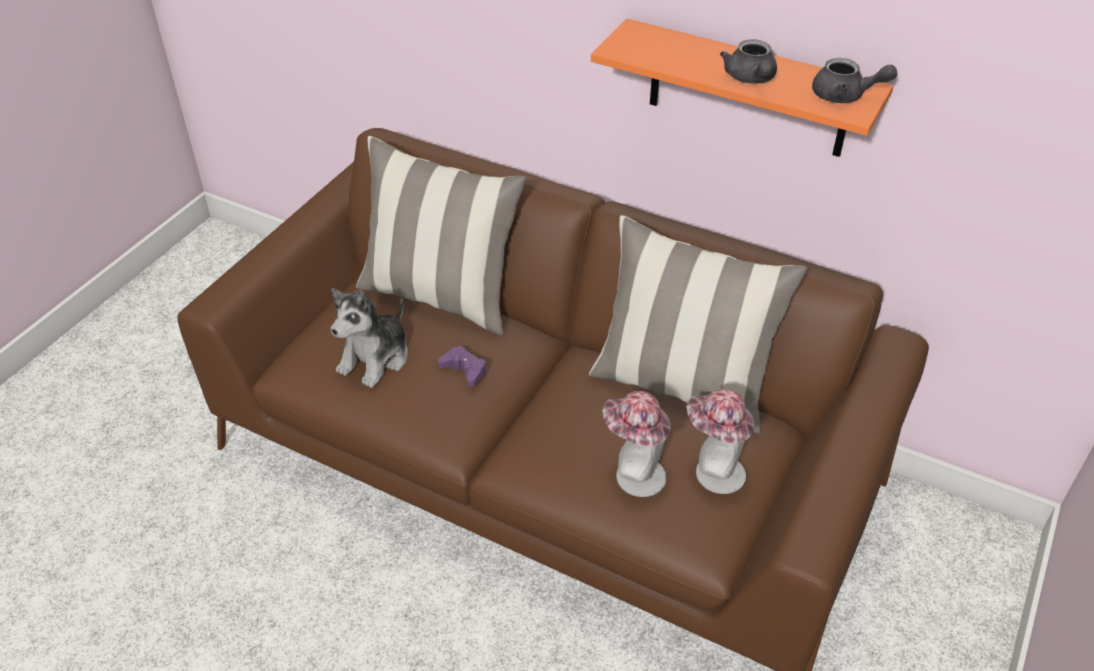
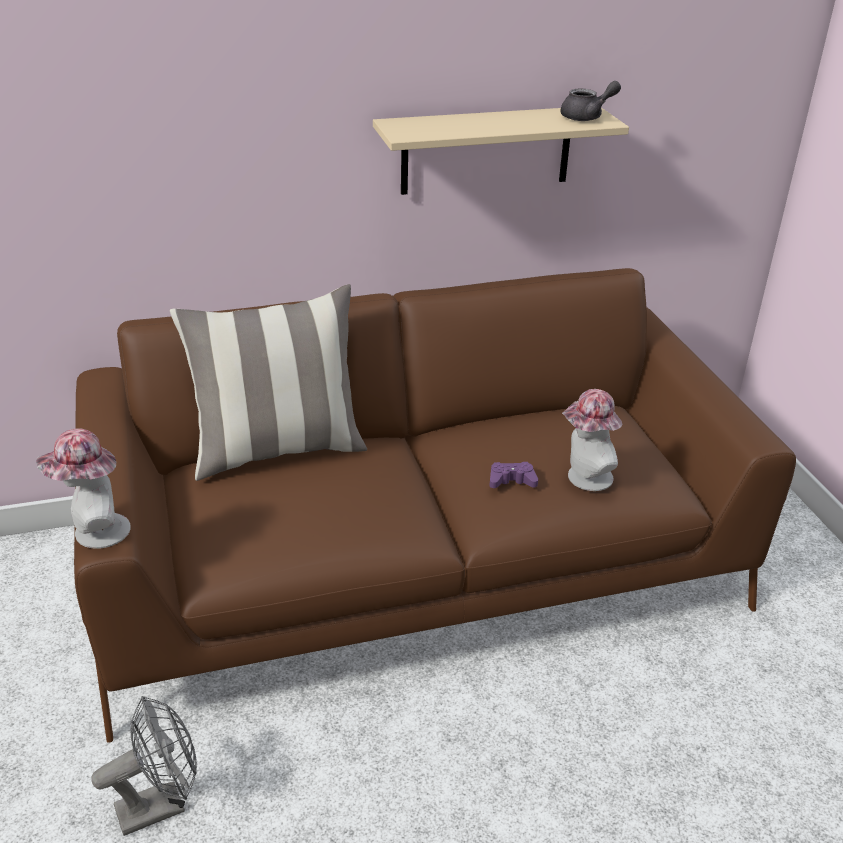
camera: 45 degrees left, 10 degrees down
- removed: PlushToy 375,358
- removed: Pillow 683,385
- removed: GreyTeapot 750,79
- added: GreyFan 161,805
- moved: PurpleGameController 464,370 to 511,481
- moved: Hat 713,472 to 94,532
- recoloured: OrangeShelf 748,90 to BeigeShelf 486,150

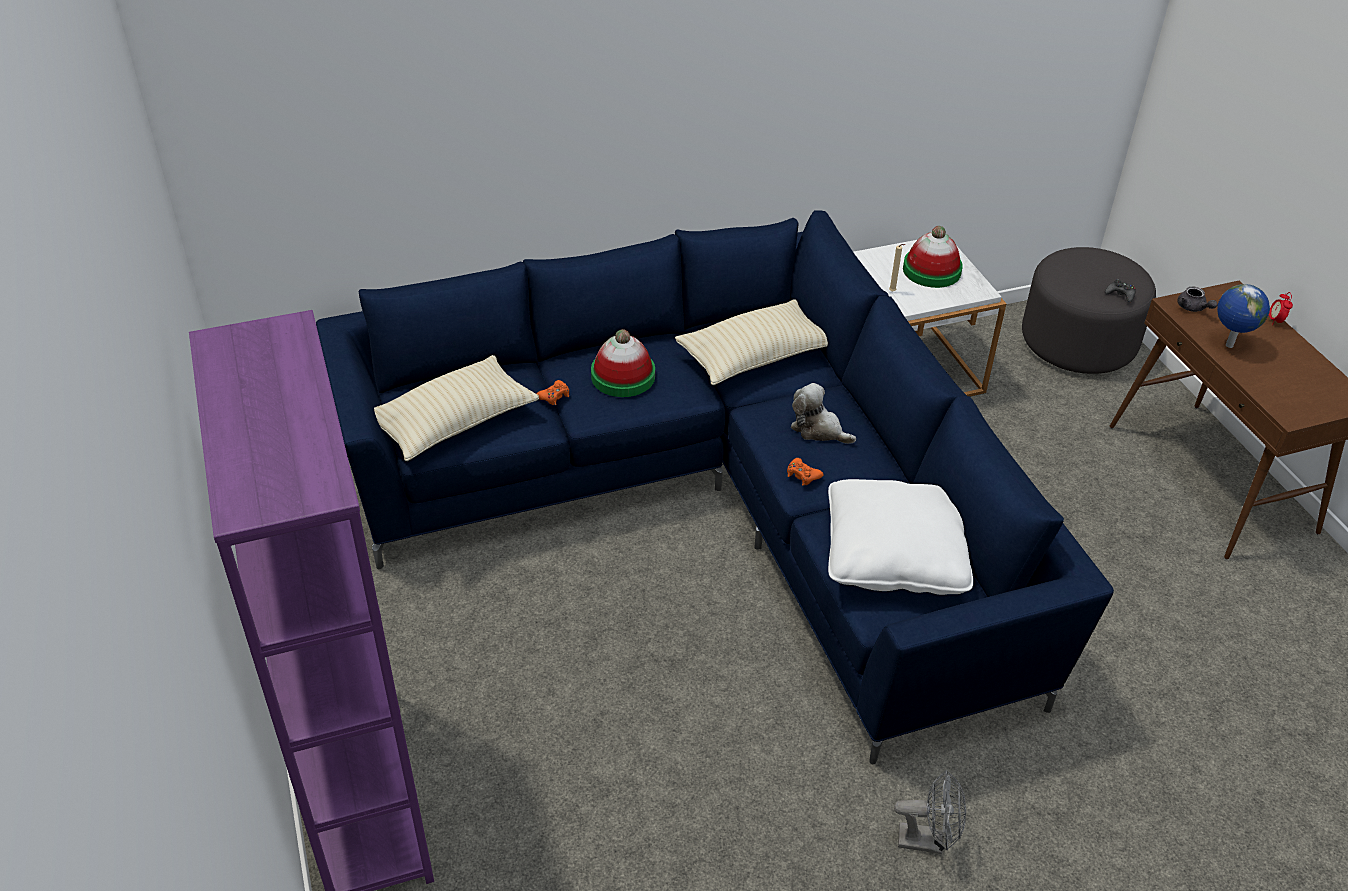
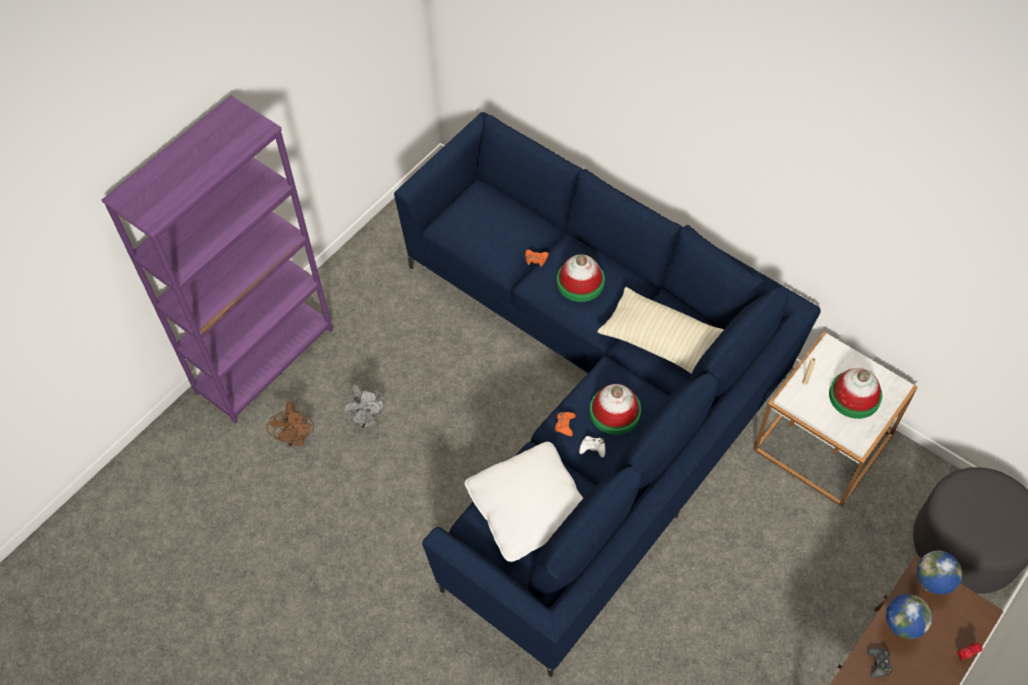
camera: 60 degrees right, 15 degrees up
- removed: BeigePillow 454,422
- added: BrownFan 296,439
- added: WhiteGameController 592,448
- moved: GreyFan 928,840 to 366,420
- moved: BlackGameController 1120,294 to 878,664
- replaced: PlushToy 818,429 to Hat 615,412
- replaced: GreyTeapot 1193,308 to Globe 928,588

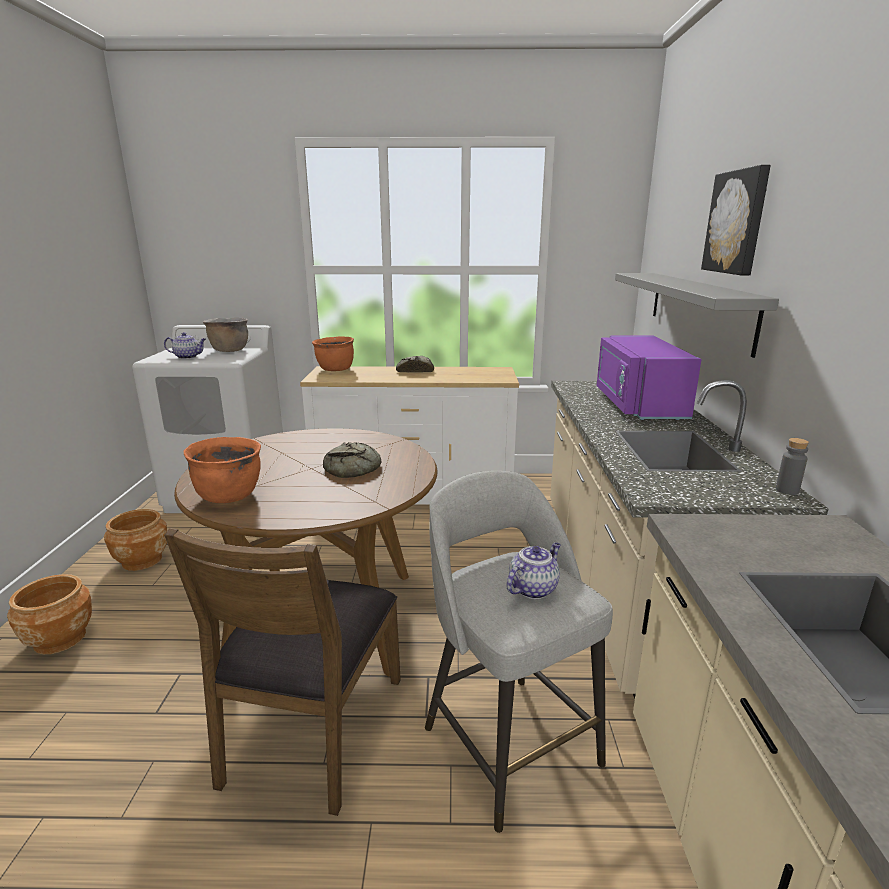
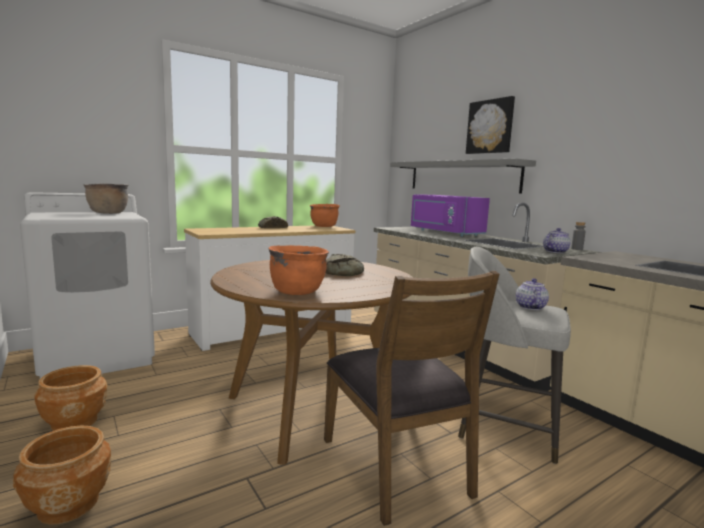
camera: 35 degrees left, 10 degrees down
- moved: Teapot 188,357 to 555,252
- moved: OrangeCookingPot 335,370 to 324,226

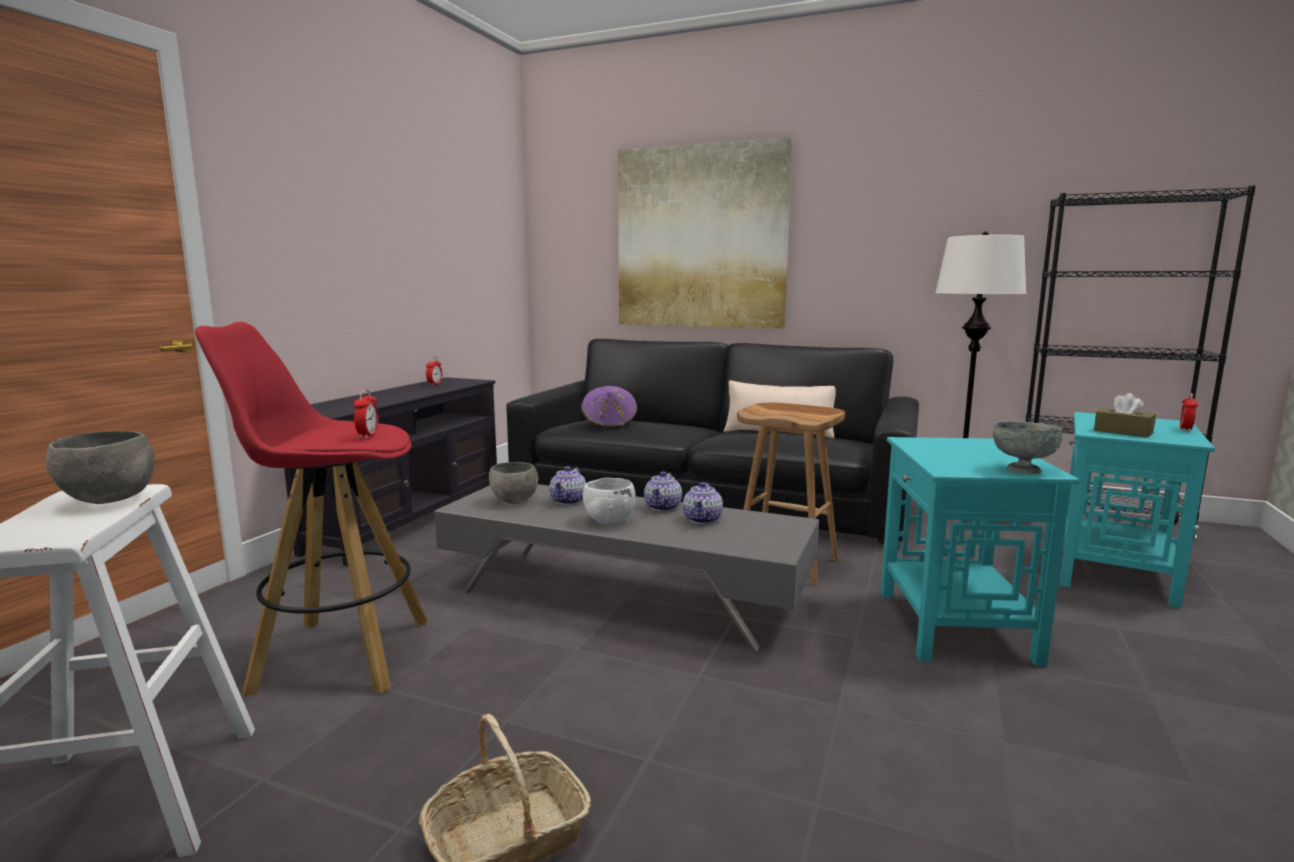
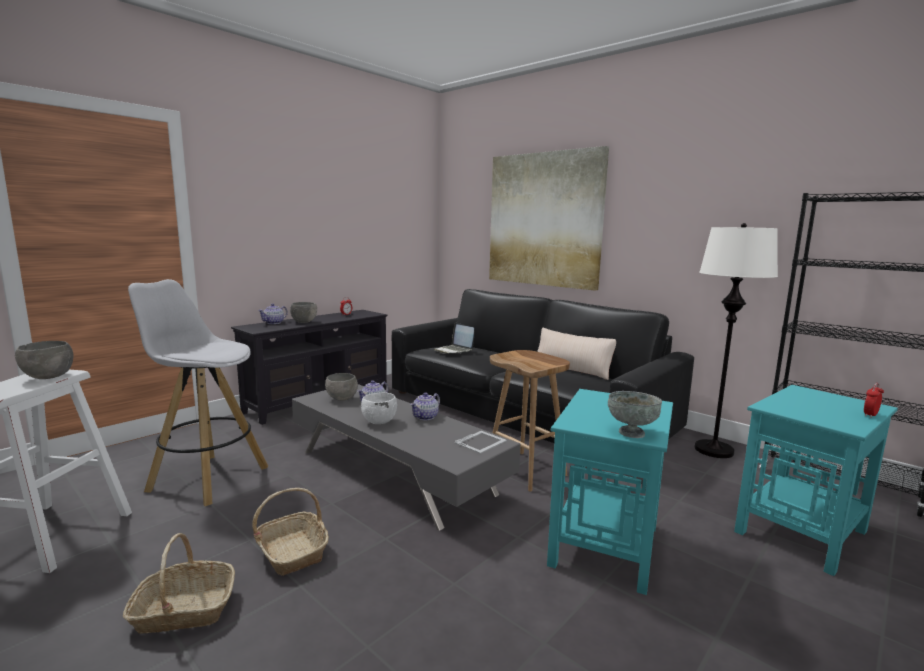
camera: 20 degrees right, 0 degrees up
- removed: AlarmClock 368,436
- removed: BrownTissueBox 1123,432
- added: Basket 292,552
- added: GreyBowl 304,322
- added: PictureFrame 481,442
- moved: Teapot 703,519 to 274,323
- replaced: PurpleHat 609,424 to Laptop 454,350
- recoloured: RedStool 339,655 to WhiteStool 207,478

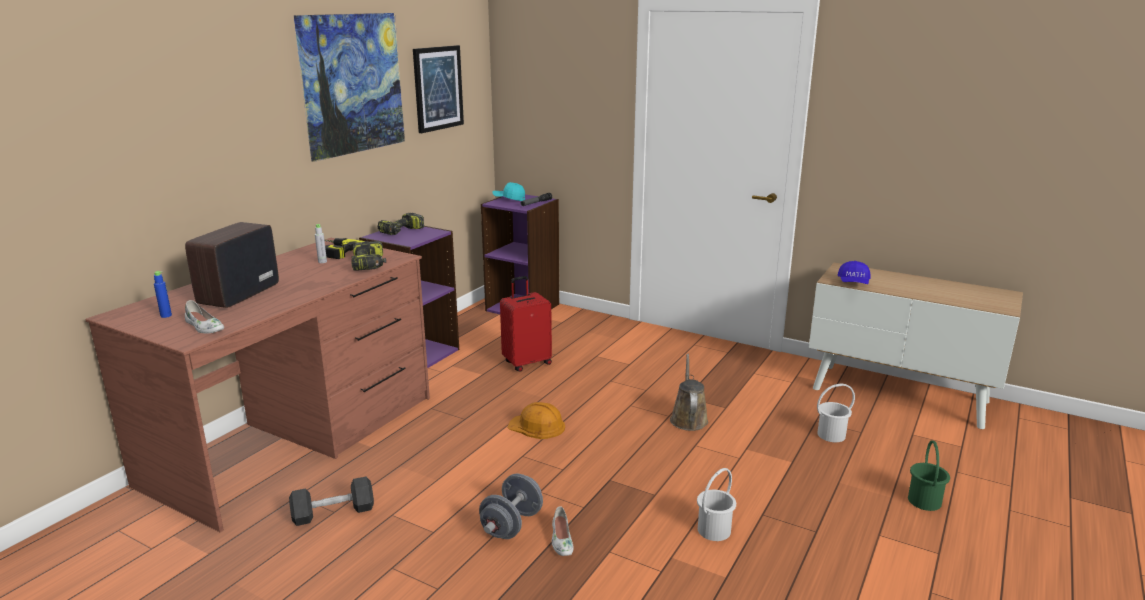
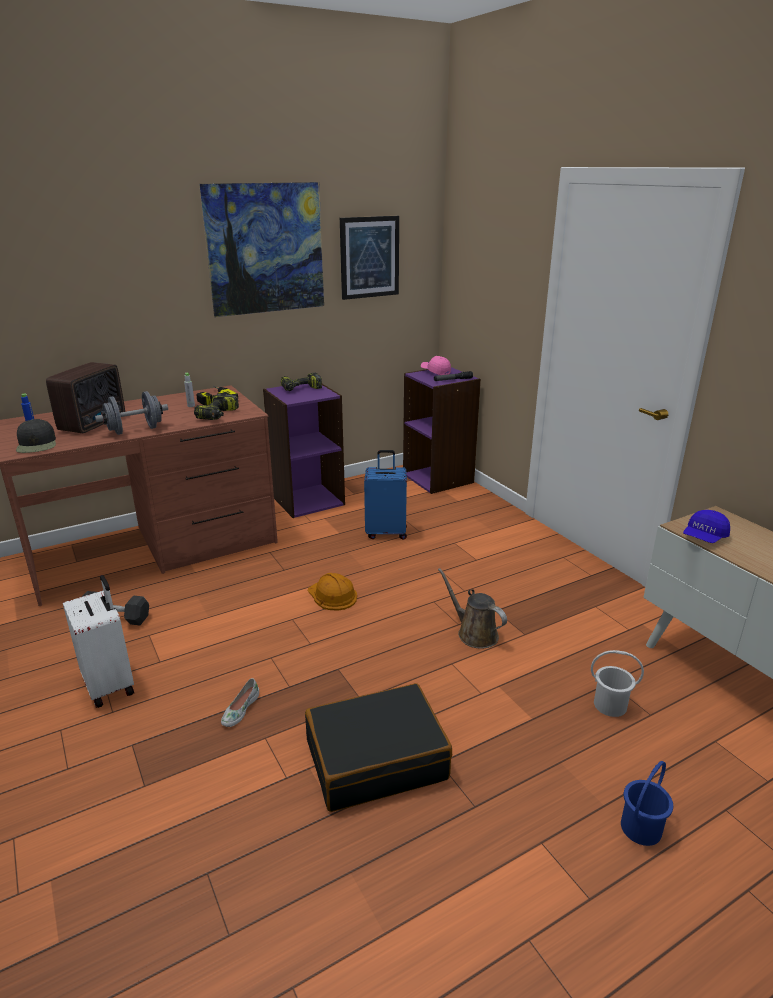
camera: 30 degrees right, 5 degrees up
- added: WhiteSuitcase 110,685
- moved: GreyDumbbell 512,525 to 135,430
- replaced: WhiteShoe 204,327 to BlackCap 37,444
- replaced: WhiteBucket 714,530 to BlackSuitcase 376,759
- recoloured: TurquoiseCap 509,199 to PinkCap 435,372
- recoloured: RedSuitcase 527,363 to BlueSuitcase 386,532
- recoloured: GreenBucket 925,501 to BlueBucket 641,828
- turned: Radio 237,295 = 95,423 150 degrees clockwise
- turned: BrownWateringCan 688,418 = 474,633 75 degrees counterclockwise

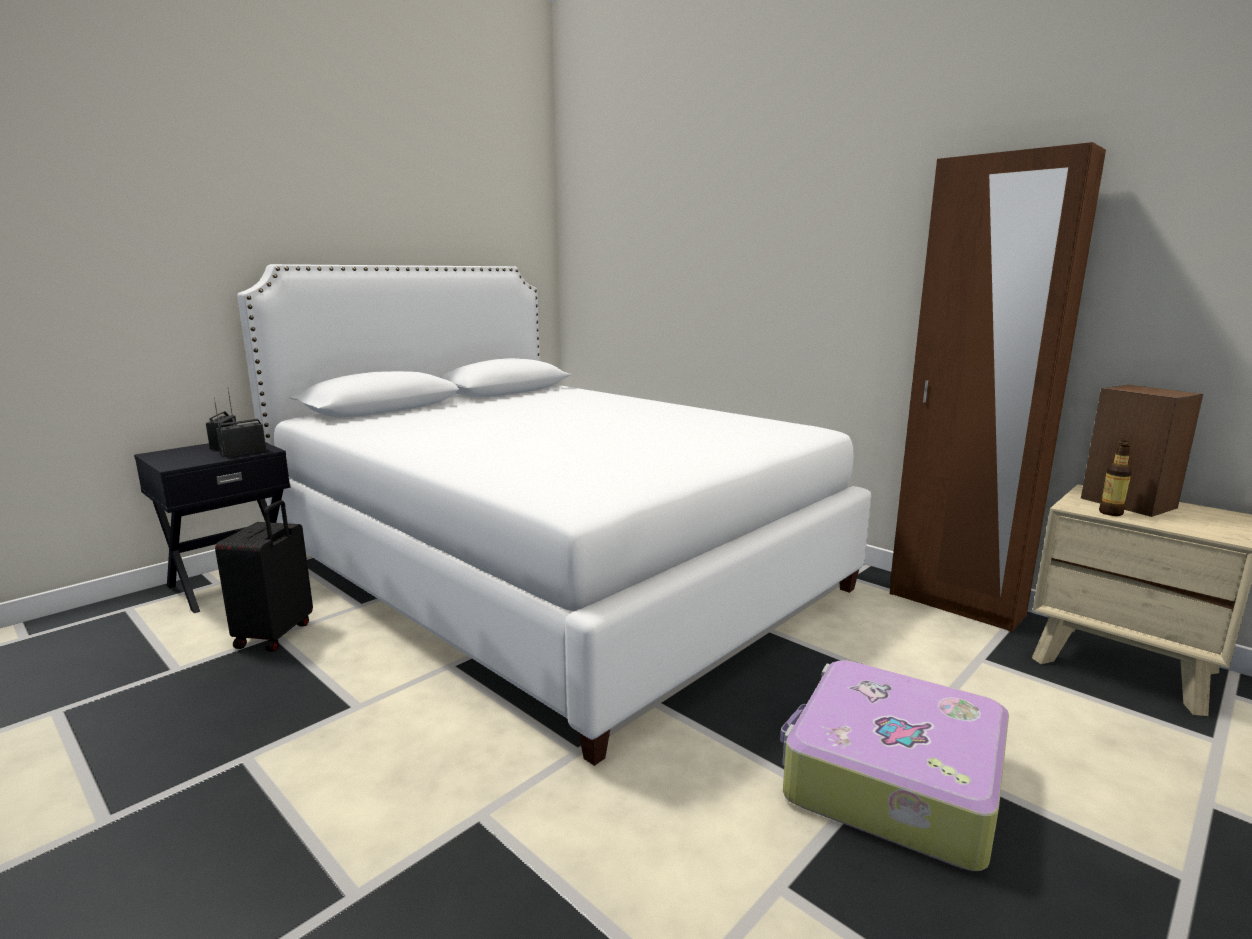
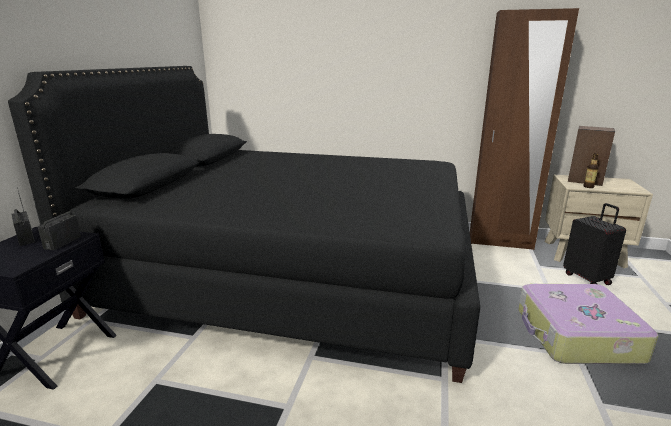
camera: 30 degrees left, 5 degrees up
- moved: BlackSuitcase 276,635 to 587,278
- recoloured: WhiteBed 551,572 to BlackBed 294,276

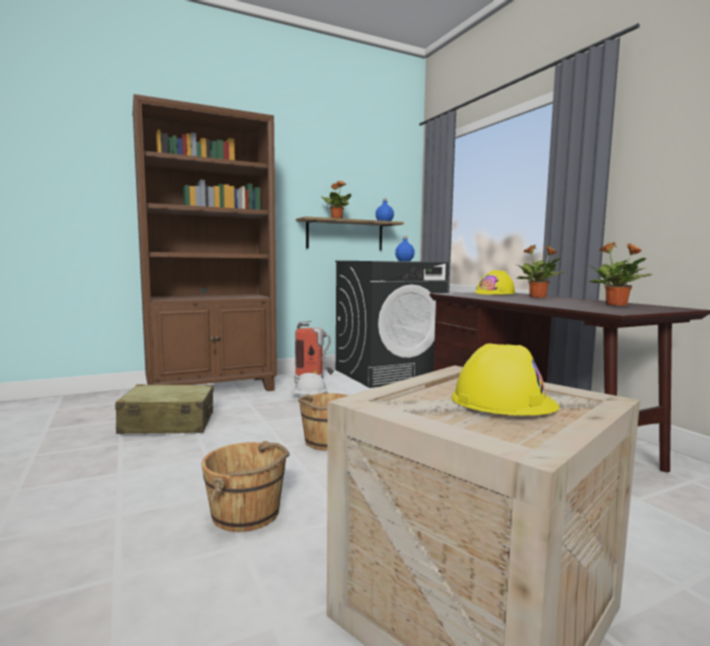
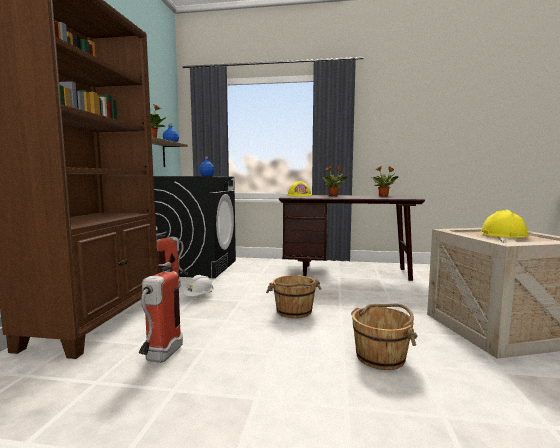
camera: 55 degrees left, 0 degrees up
- replaced: BeigeSuitcase 168,424 to FireExtinguisher 160,358

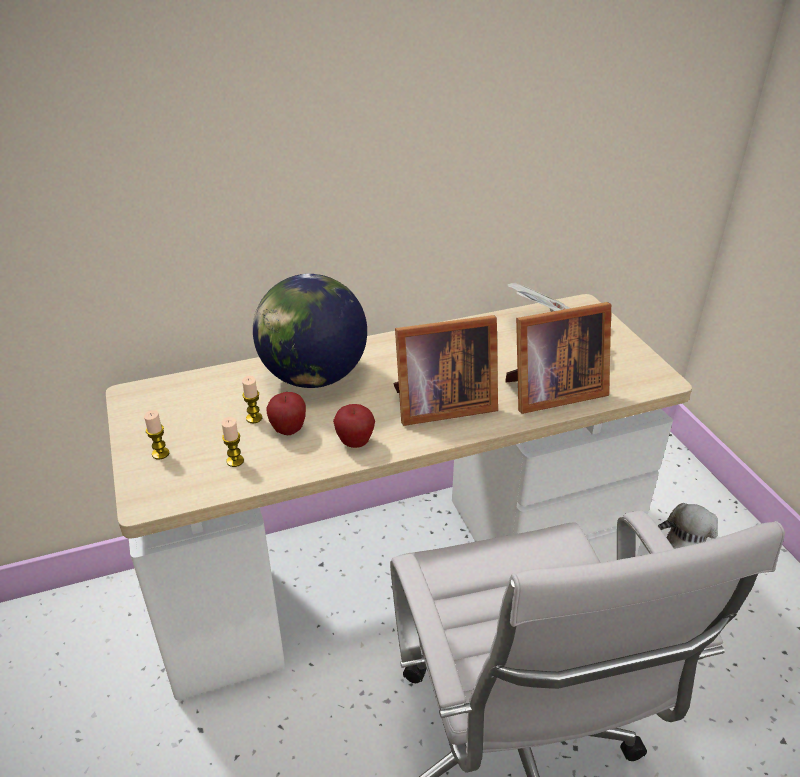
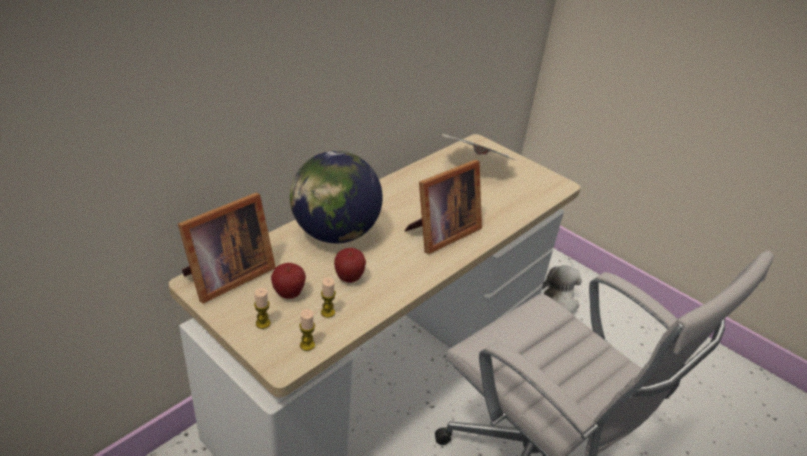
camera: 30 degrees left, 0 degrees up
- moved: Candle 254,418 to 307,345
- moved: Apple 355,443 to 289,294
- moved: PictureFrame 550,392 to 225,277

